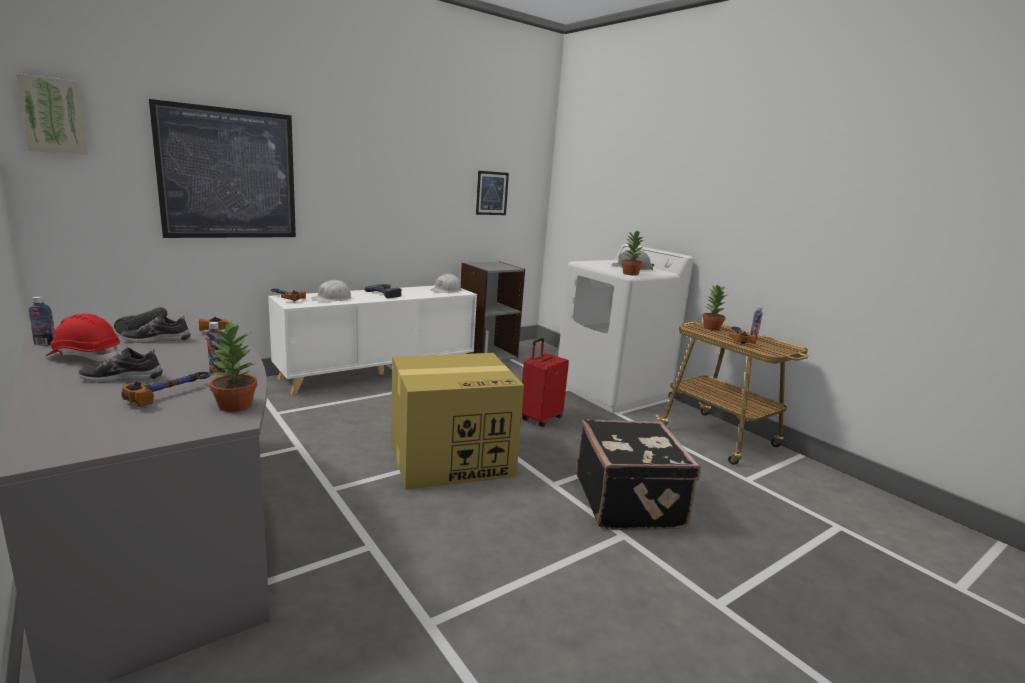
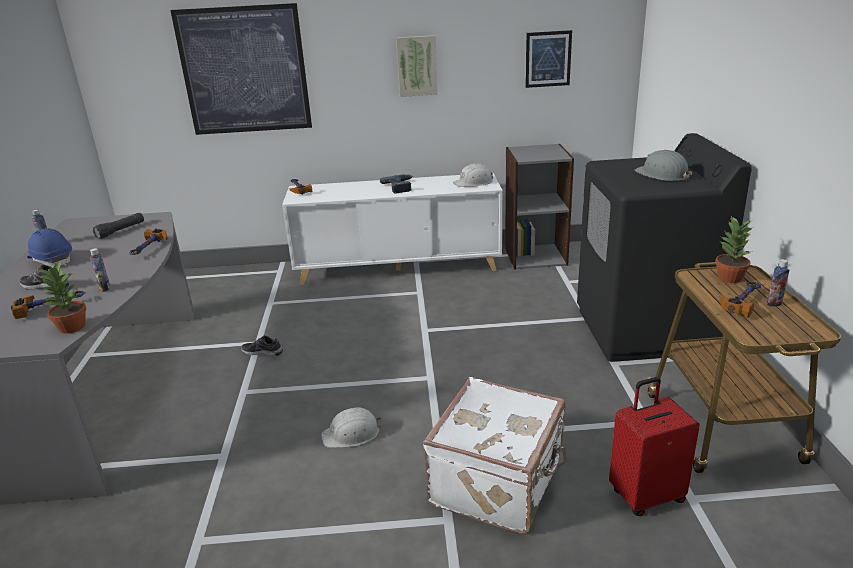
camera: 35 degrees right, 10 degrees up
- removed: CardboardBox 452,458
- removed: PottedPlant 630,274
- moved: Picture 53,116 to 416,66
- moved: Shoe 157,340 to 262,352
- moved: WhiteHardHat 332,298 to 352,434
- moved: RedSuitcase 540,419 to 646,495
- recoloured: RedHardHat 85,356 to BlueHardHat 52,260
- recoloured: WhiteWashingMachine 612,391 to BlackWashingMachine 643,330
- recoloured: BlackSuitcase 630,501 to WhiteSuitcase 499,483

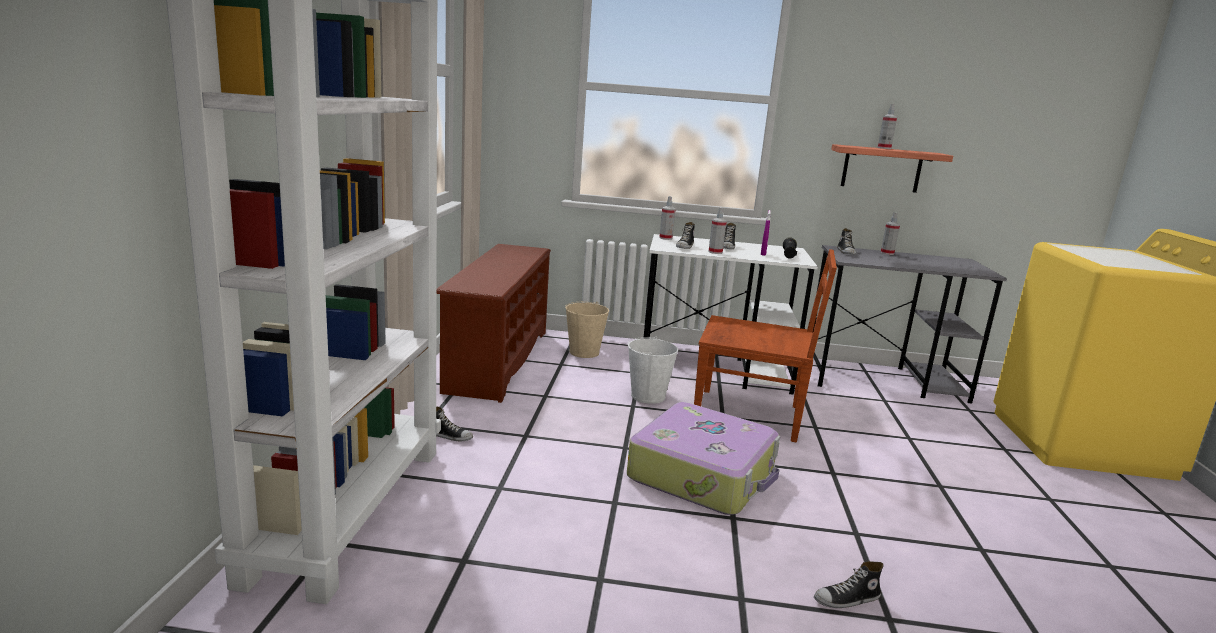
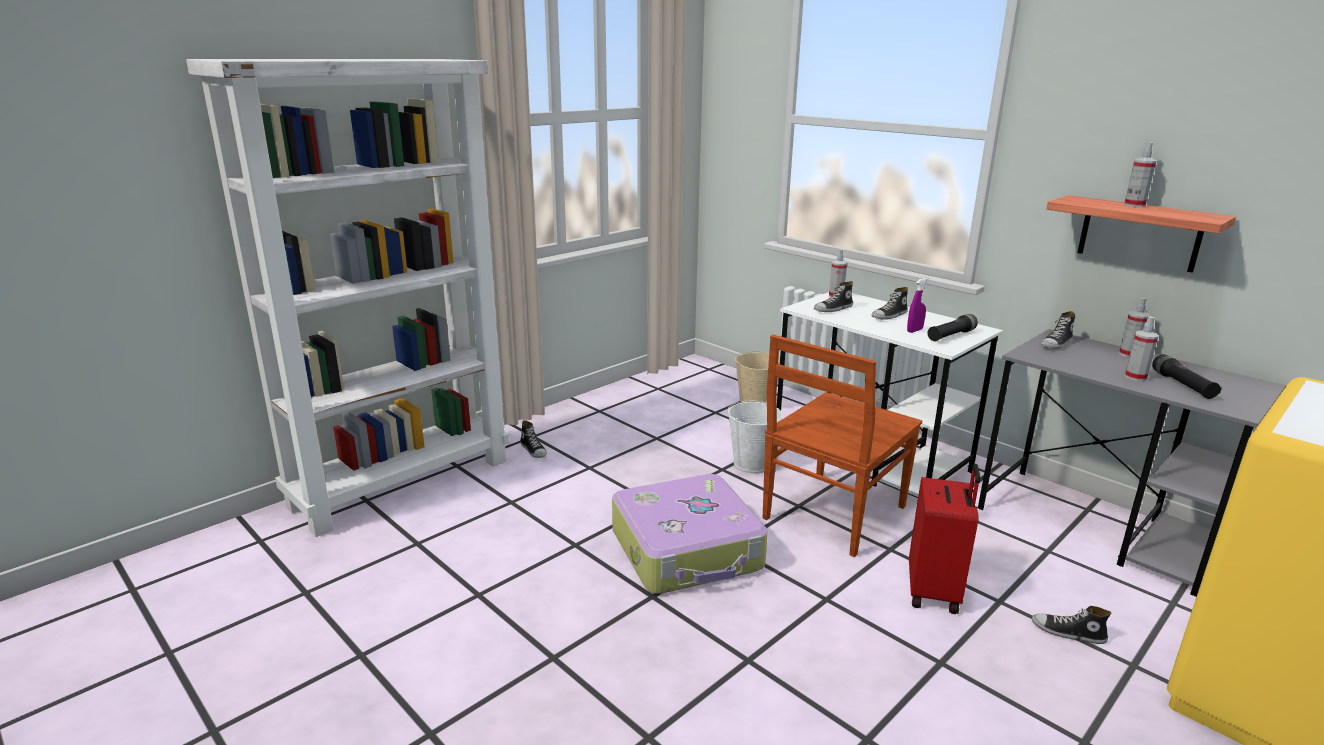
camera: 40 degrees right, 5 degrees up
- removed: BrownShoeRack 497,359
- added: RedSuitcase 935,591
- added: BlackFlashlight 1182,385
- moved: SprayBottle 715,252 to 1135,377
- moved: Shoe 847,599 to 1068,633
- turned: BrownChair 750,415 = 832,514 75 degrees clockwise

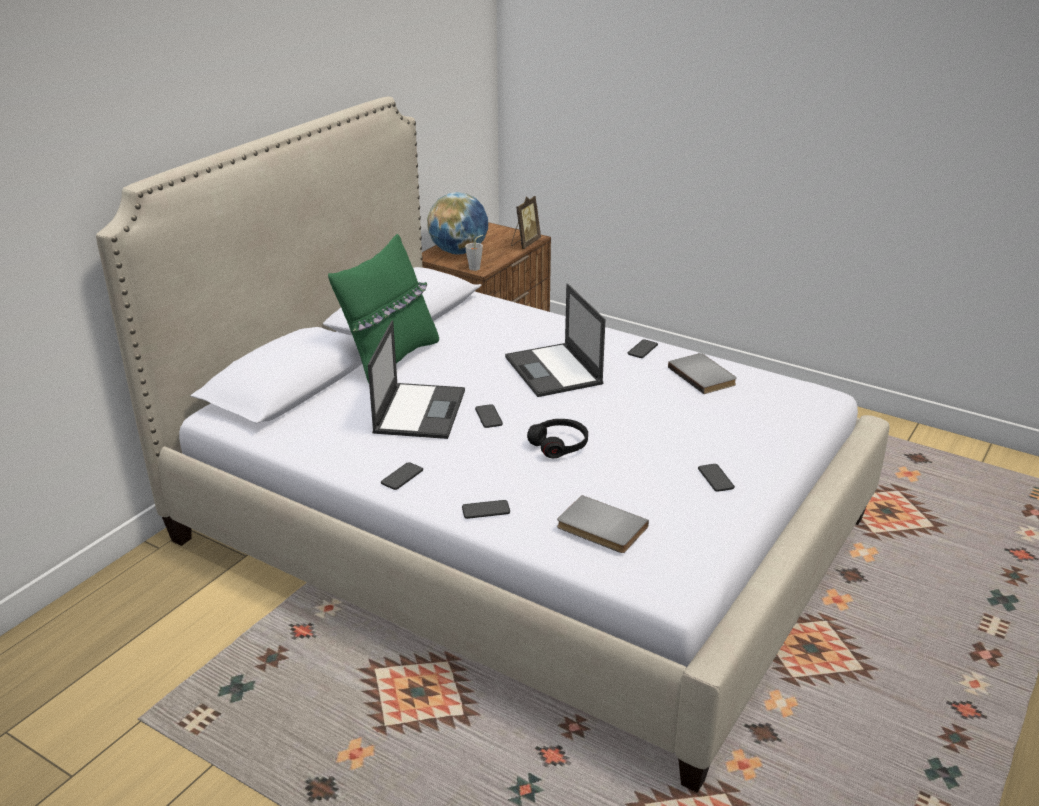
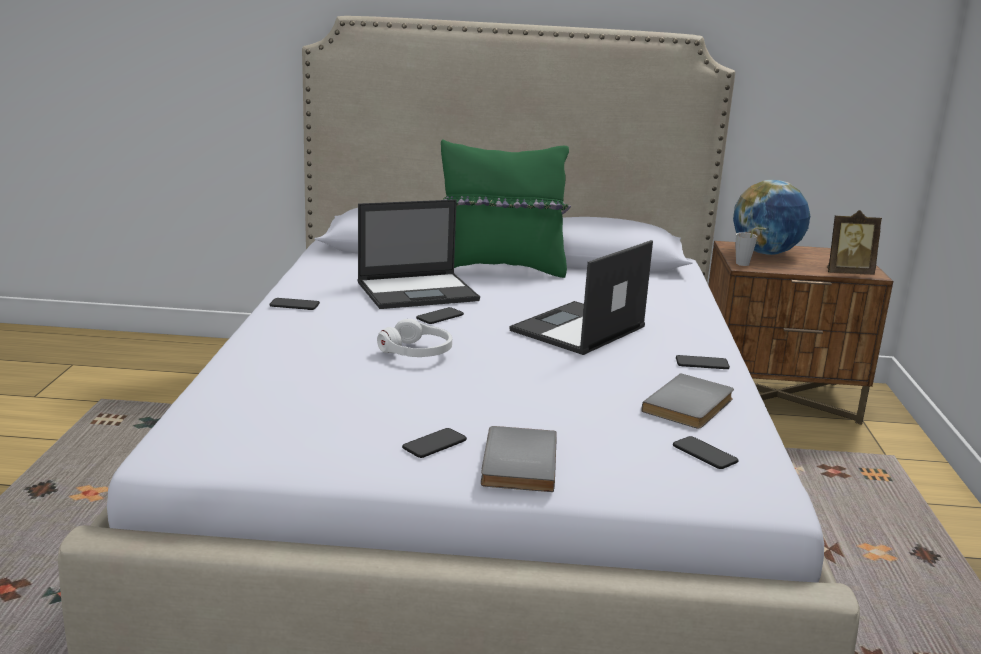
camera: 60 degrees right, 10 degrees down
- moved: Phone 486,510 to 704,454
- moved: GreyBook 600,528 to 515,462
- recoloured: BlackHeadphones 559,445 to WhiteHeadphones 417,352

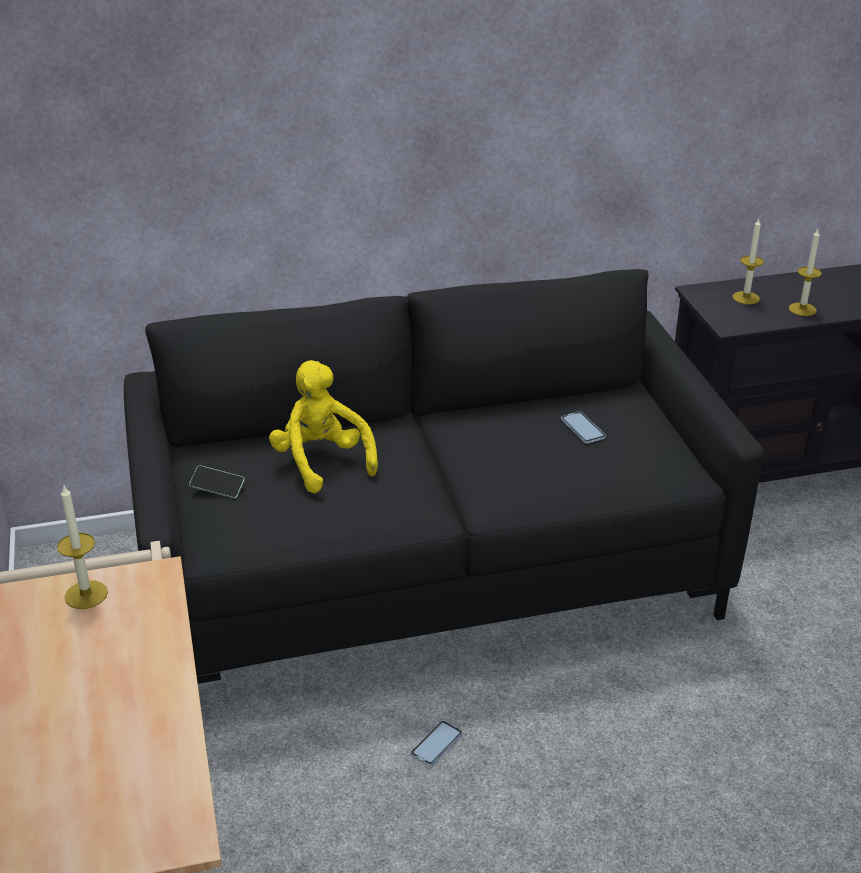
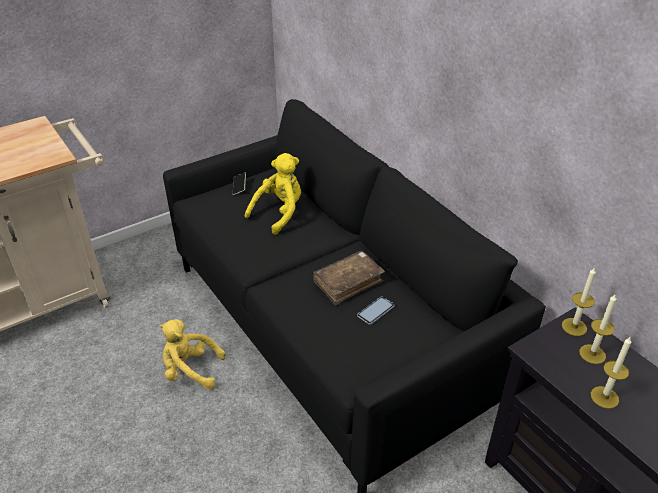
camera: 70 degrees right, 5 degrees up
- added: BrownBook 348,282
- moved: Candle 86,594 to 574,327
- replaced: Phone 436,744 to YellowPlushToy 190,370

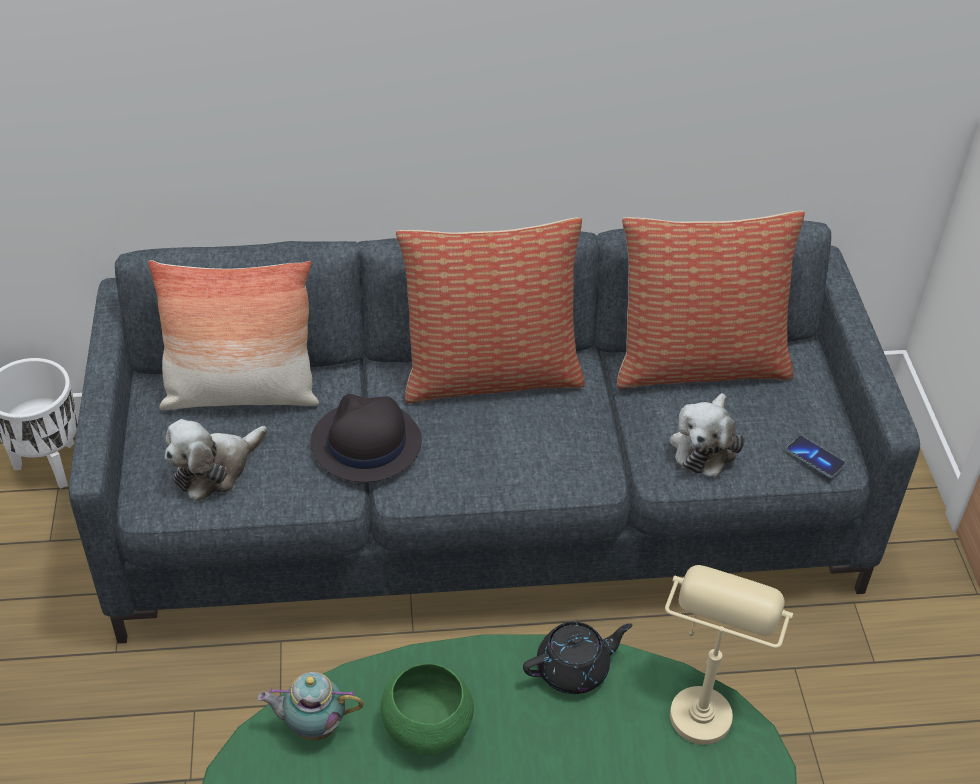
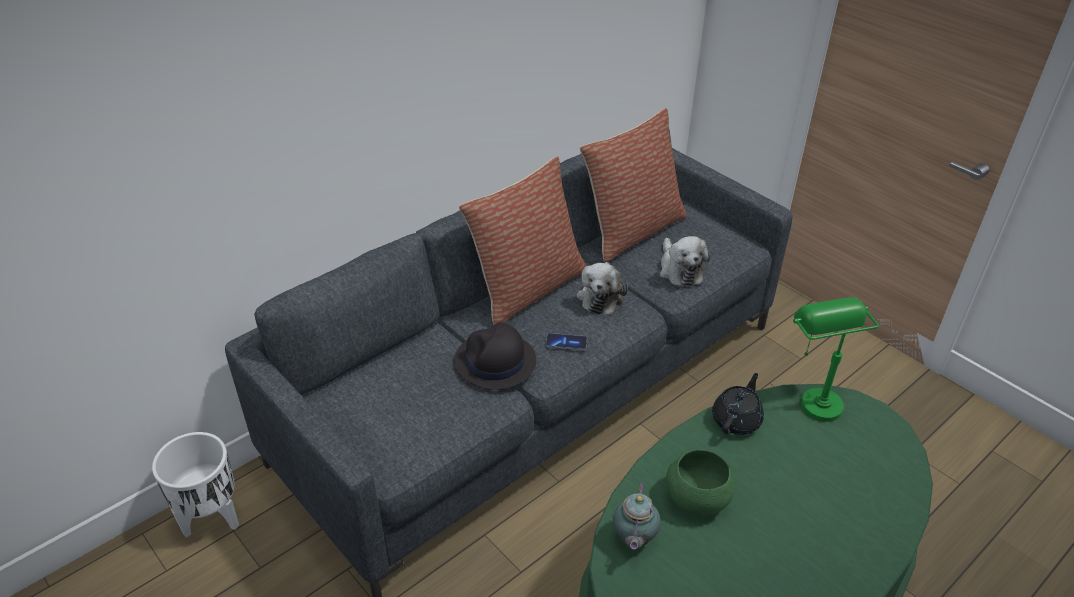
camera: 35 degrees left, 5 degrees down
- removed: Pillow 241,394
- moved: PlushToy 215,469 to 600,296
- moved: Phone 815,458 to 566,343
- recoloured: BeigeTableLamp 704,699 to GreenTableLamp 812,396
- turned: Teapot 312,726 = 633,540 45 degrees counterclockwise

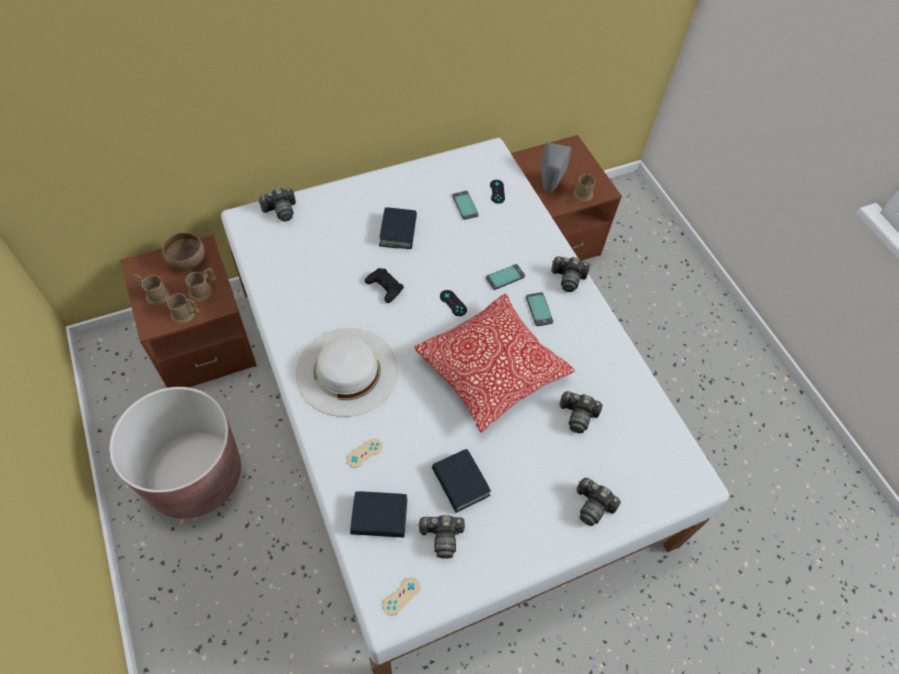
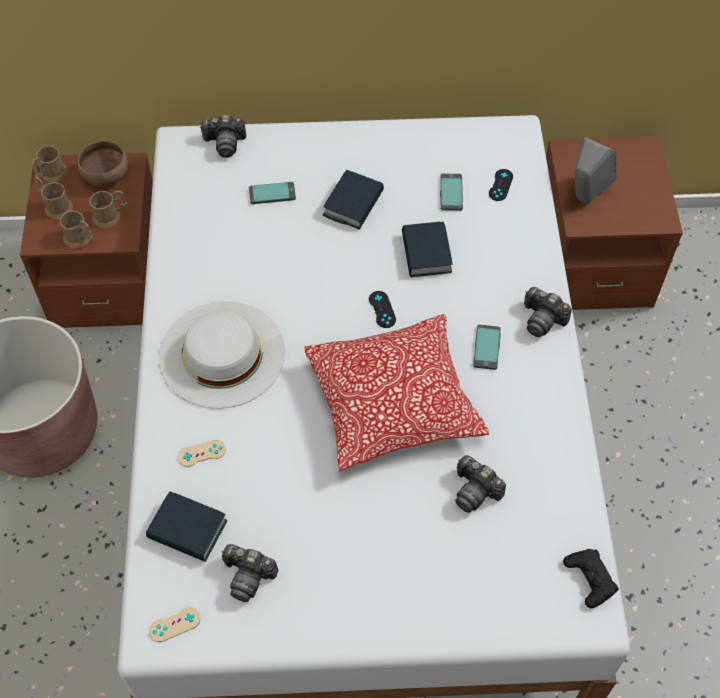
camera: 25 degrees right, 0 degrees up
- removed: PhotoCamera 592,505
- moved: BlackGameController 384,287 to 590,579
- moved: Book 460,483 to 426,253
- moved: Phone 505,277 to 272,193
- moved: BrownMug 582,196 to 50,174

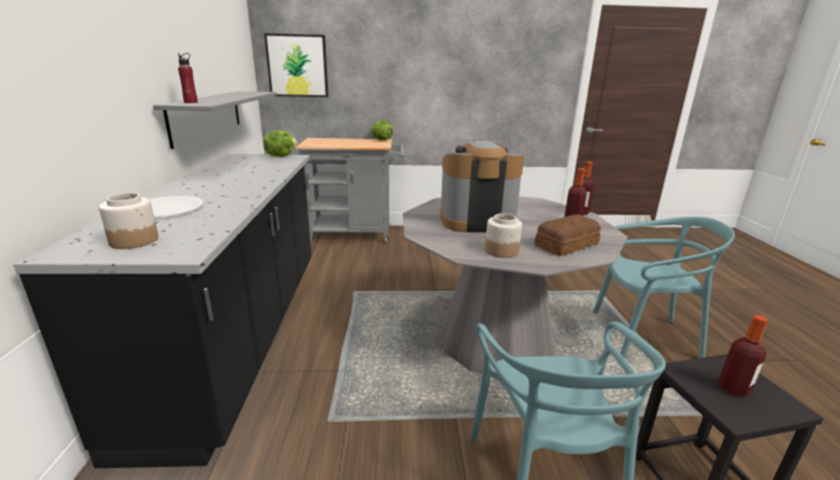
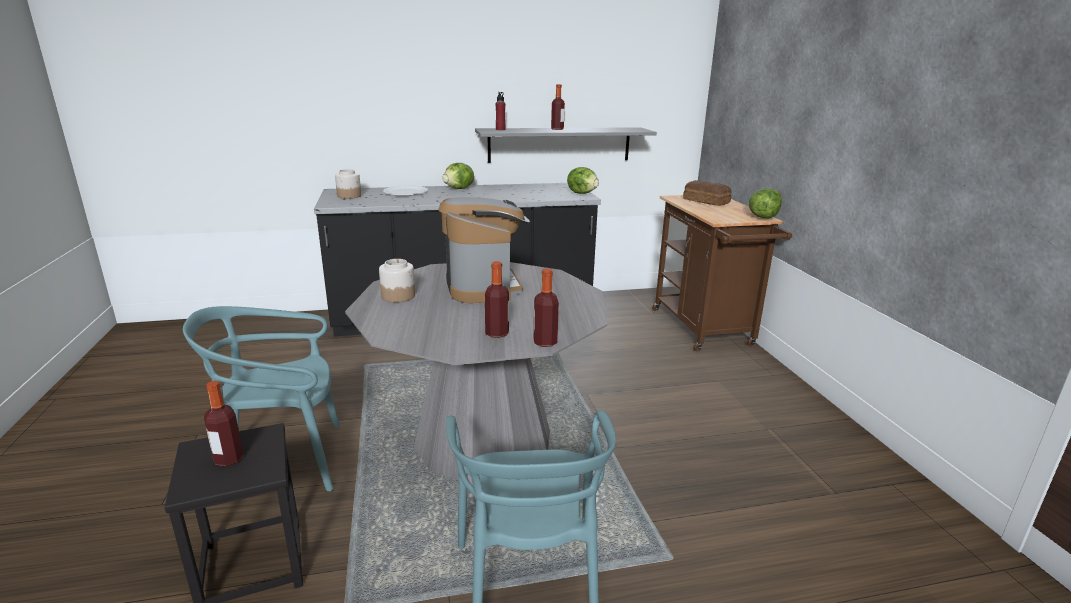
camera: 80 degrees right, 0 degrees up
- removed: Picture 297,66
- added: Lettuce 459,189
- added: Bottle 557,129
- moved: Bread 564,245 to 706,201
- recoloured: GreyCart 357,234 to BrownCart 705,330

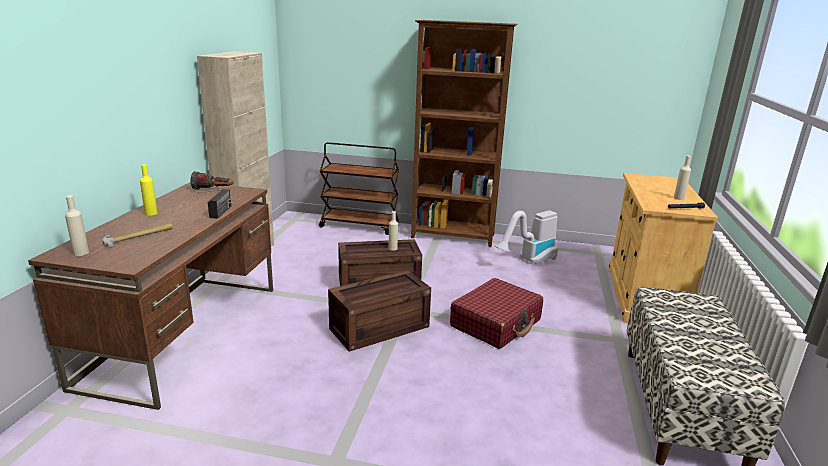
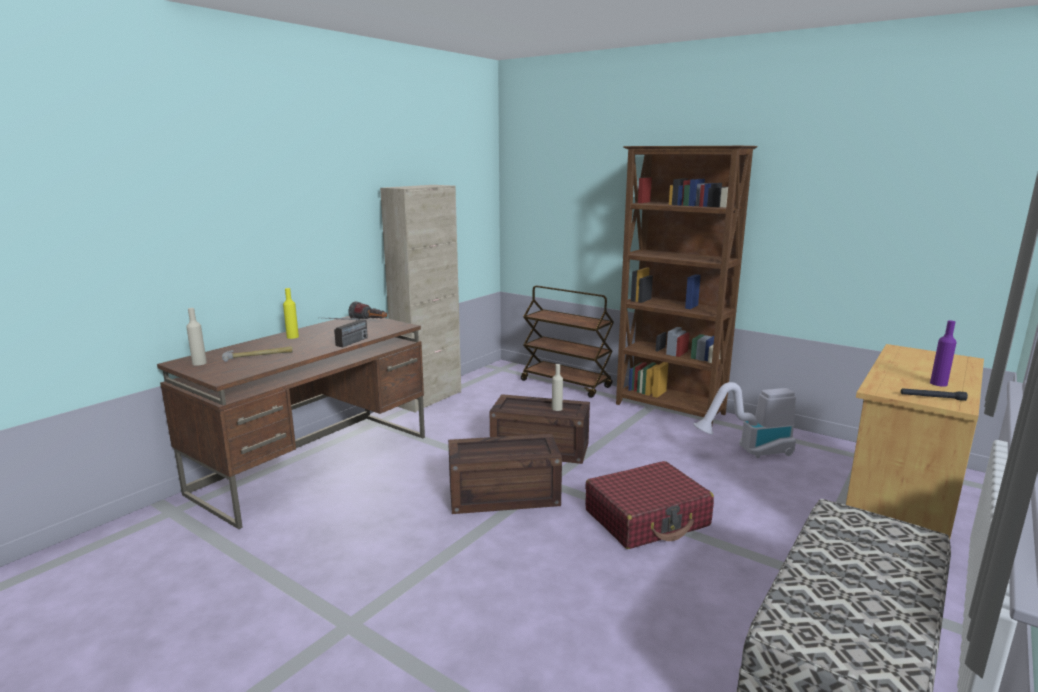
camera: 25 degrees right, 5 degrees down
- recoloured: BeigeBottle 679,198 to PurpleBottle 938,383

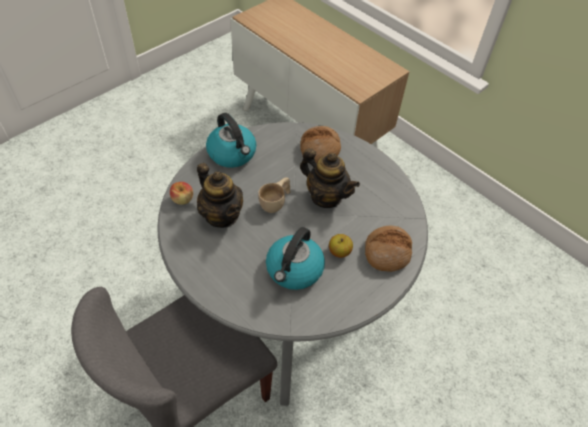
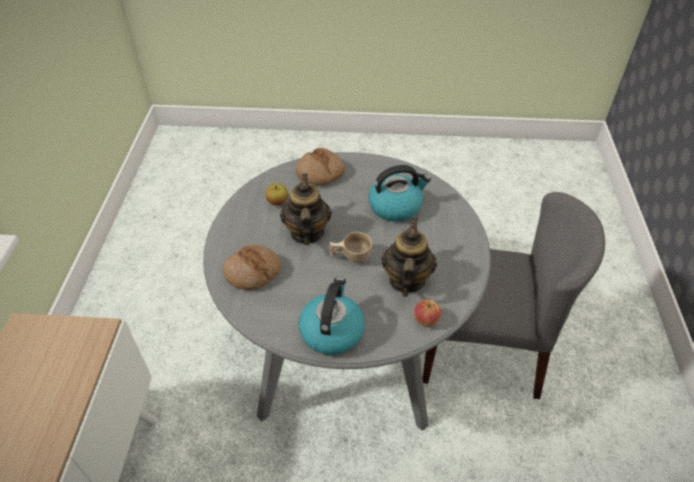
camera: 130 degrees left, 5 degrees down
- moved: Apple 339,252 to 277,202

